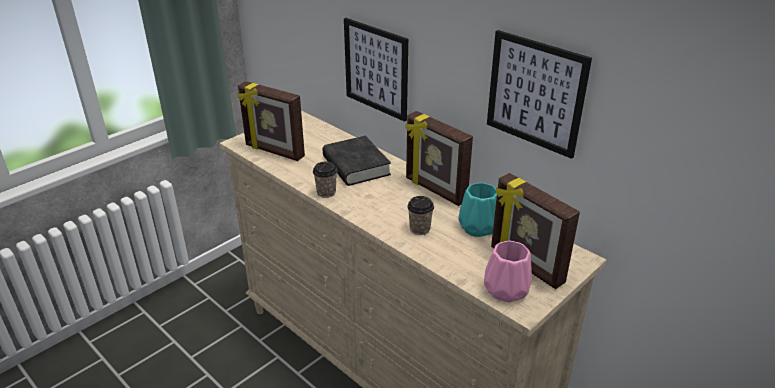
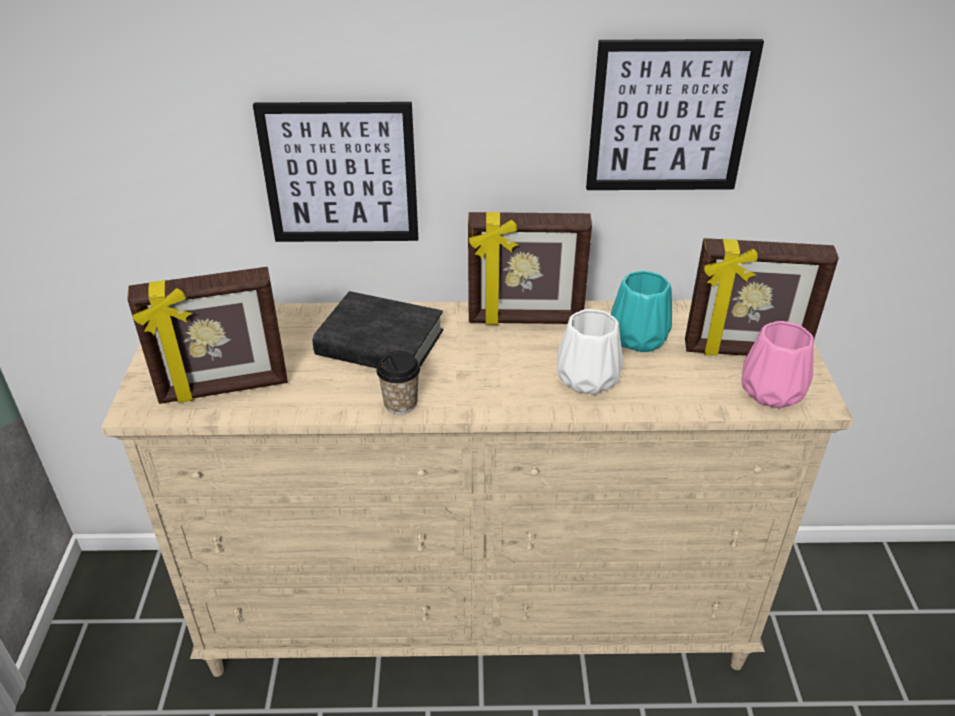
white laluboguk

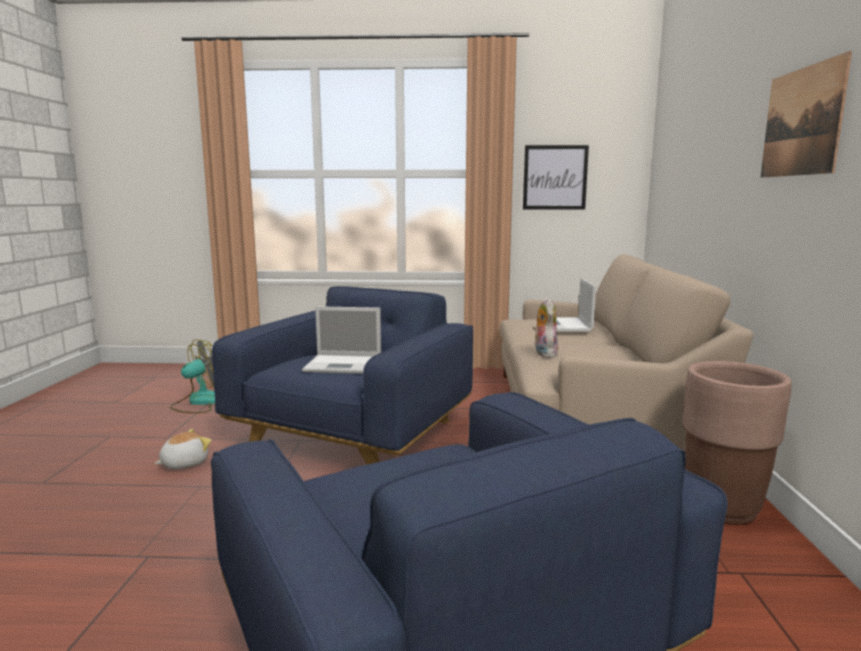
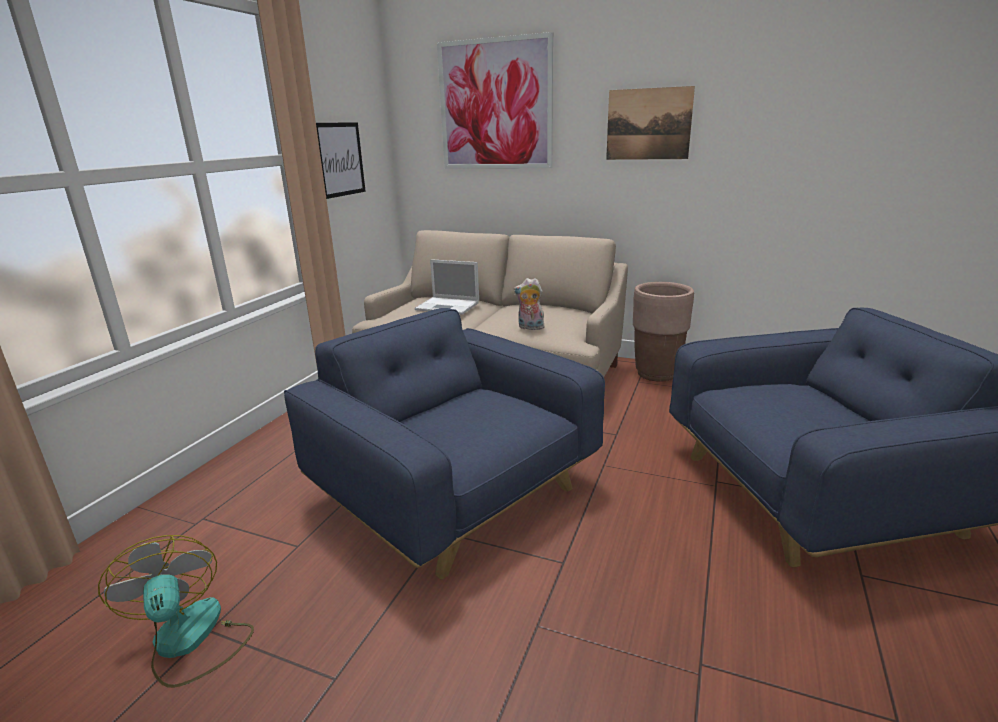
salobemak (1st from left in the first image); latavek (1st from left in the first image); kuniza (2nd from left)

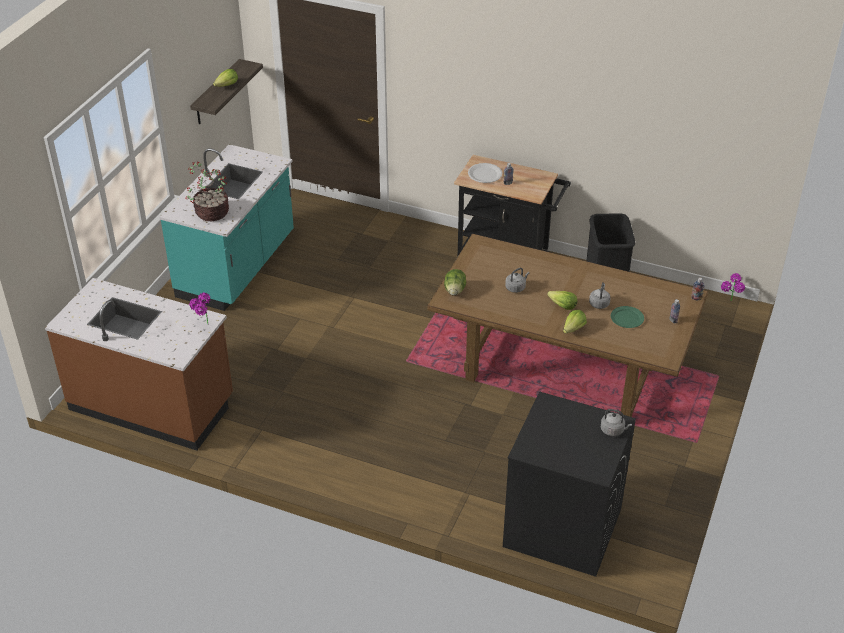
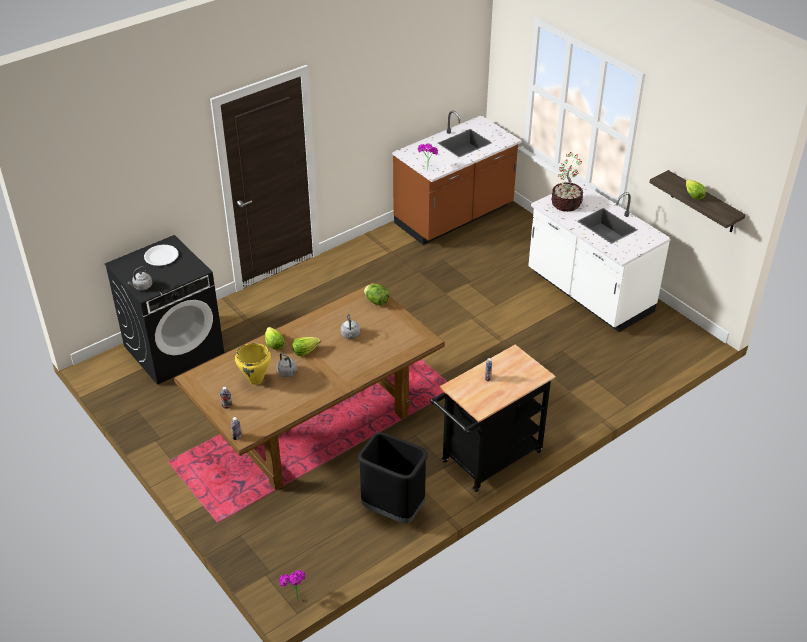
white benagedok; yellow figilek; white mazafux

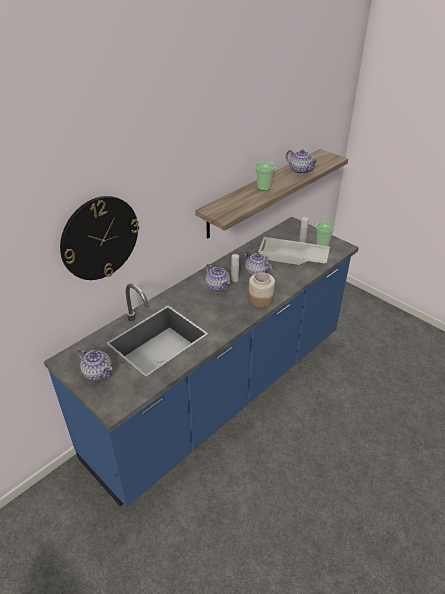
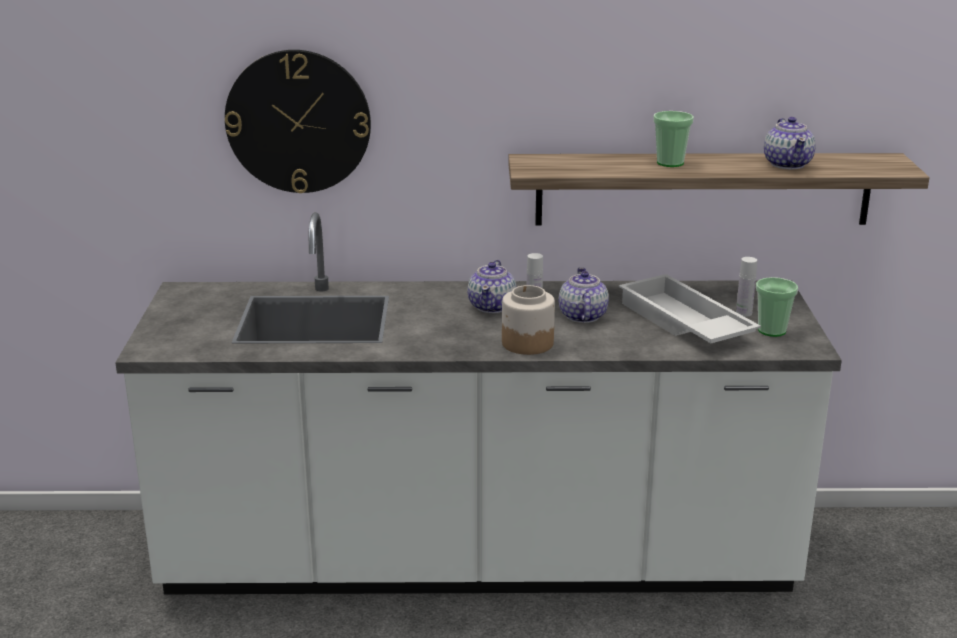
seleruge (1st from left in the first image); white mazafux

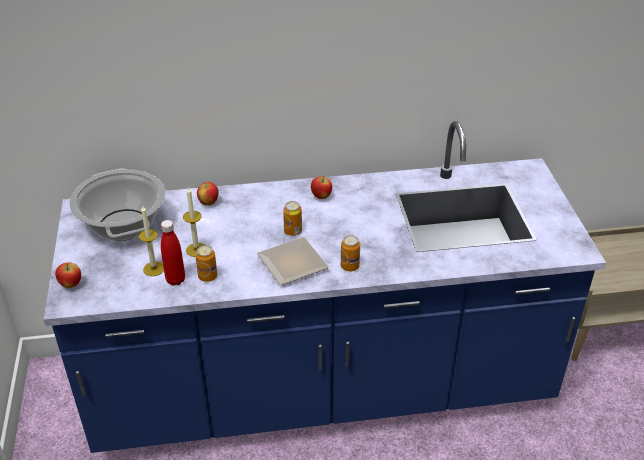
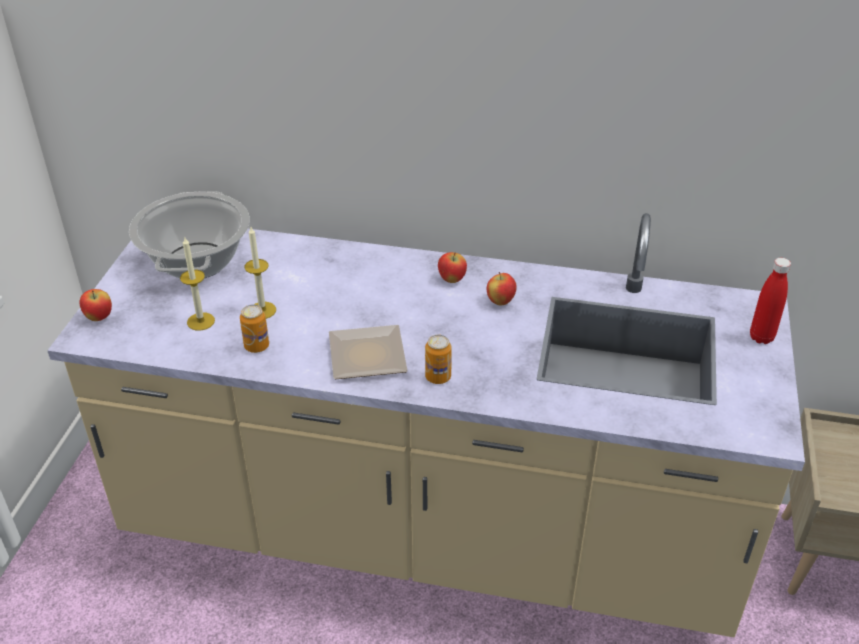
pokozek (2nd from left in the first image); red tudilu; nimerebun (3rd from left); beige mazafux

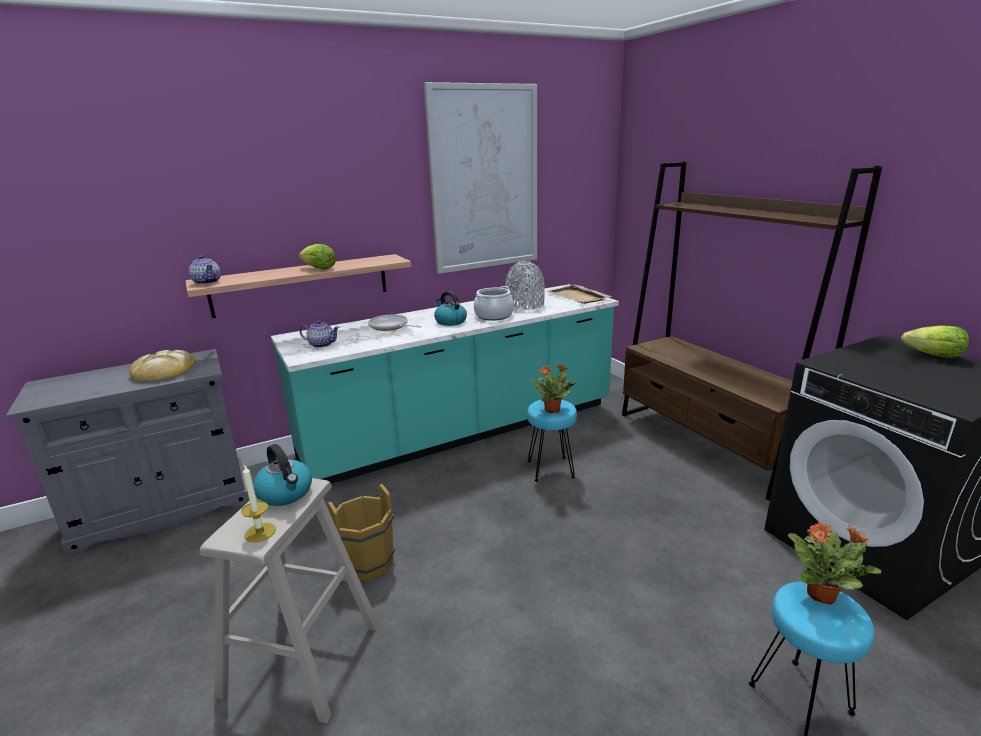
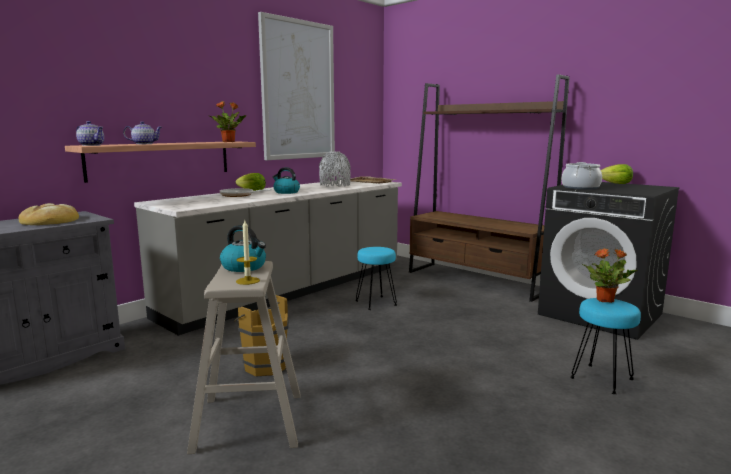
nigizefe (1st from left); seleruge (2nd from left); figilek; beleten (1st from left); grey mazafux

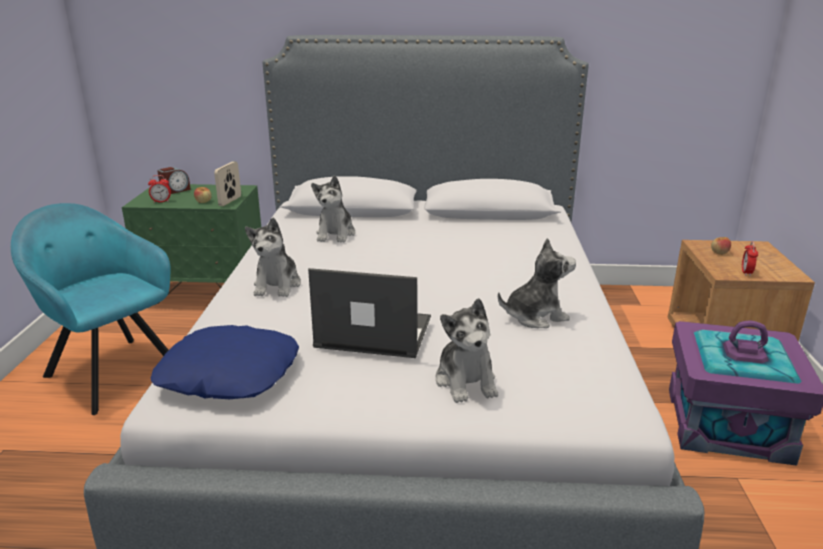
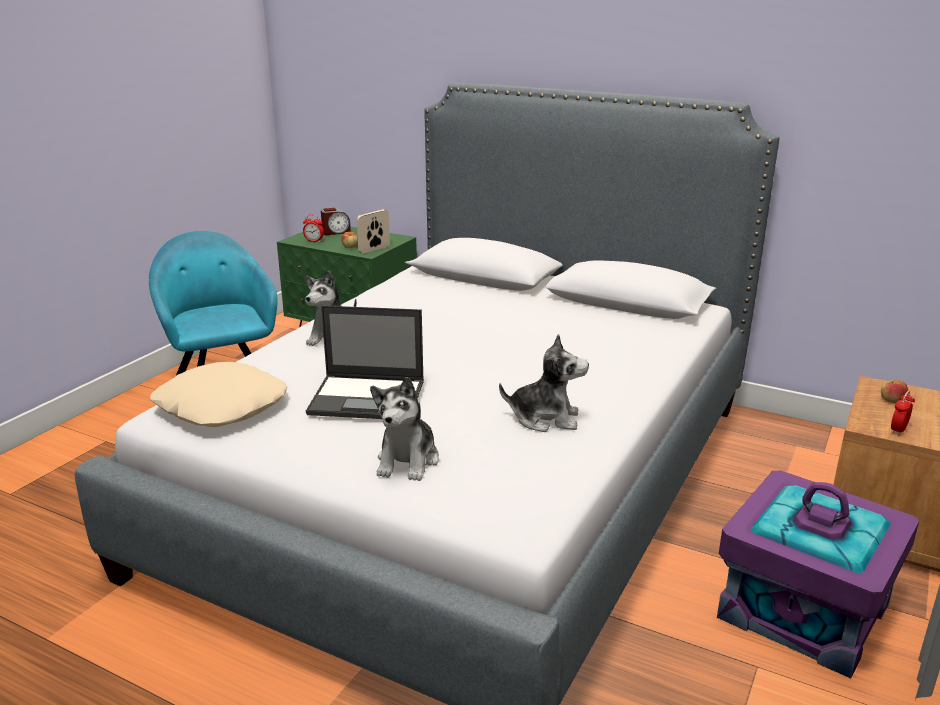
salobemak (2nd from left in the first image); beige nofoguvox; latavek

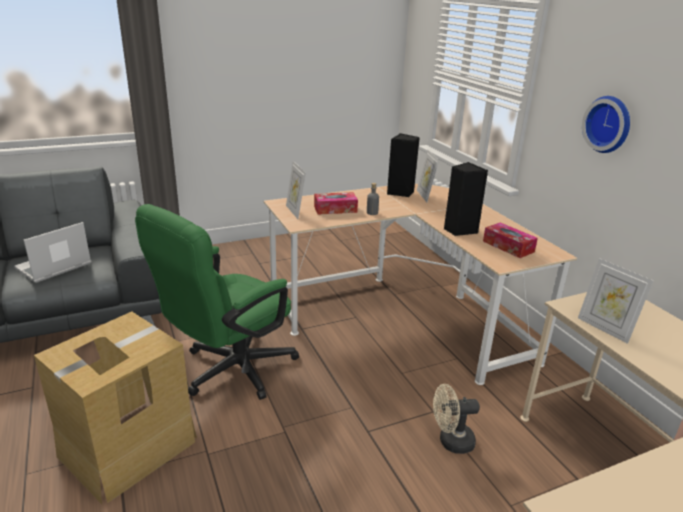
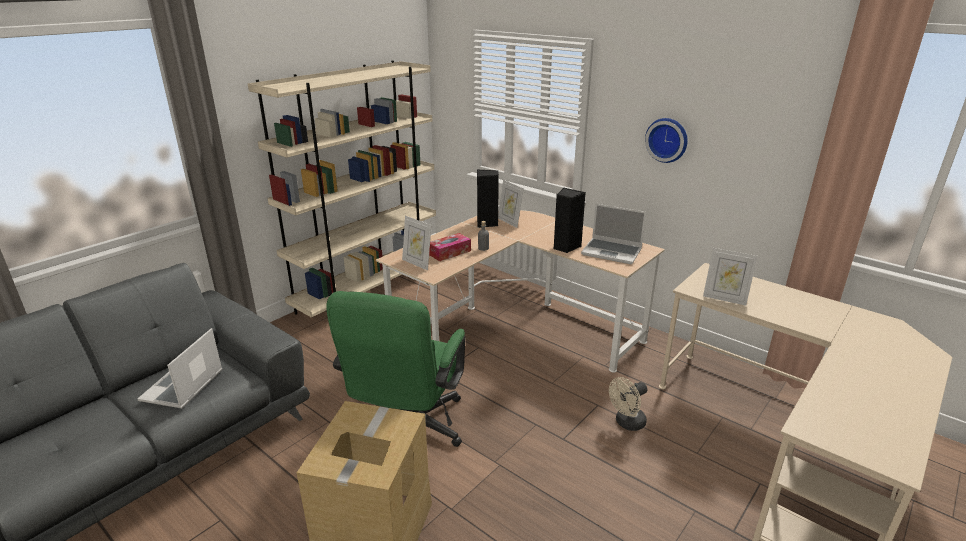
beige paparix; latavek (2nd from left)

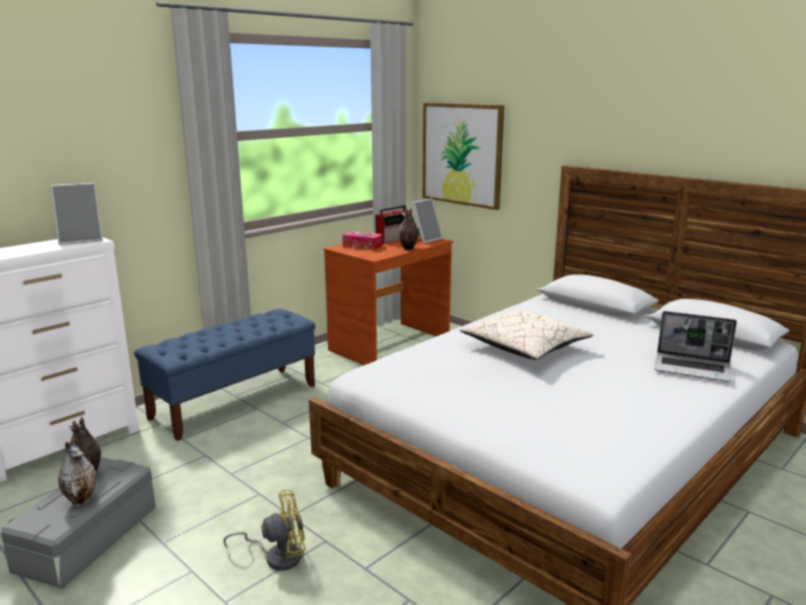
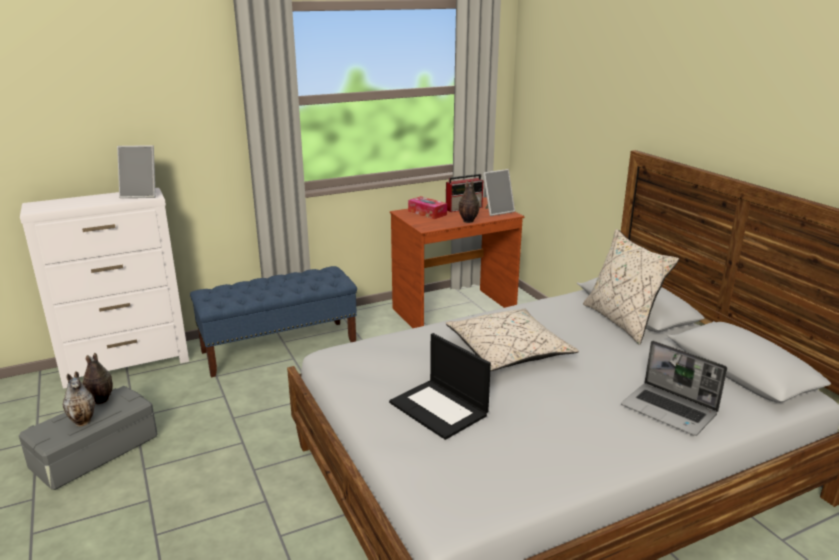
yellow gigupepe; kuniza; latavek (1st from left); beige nofoguvox (2nd from left)

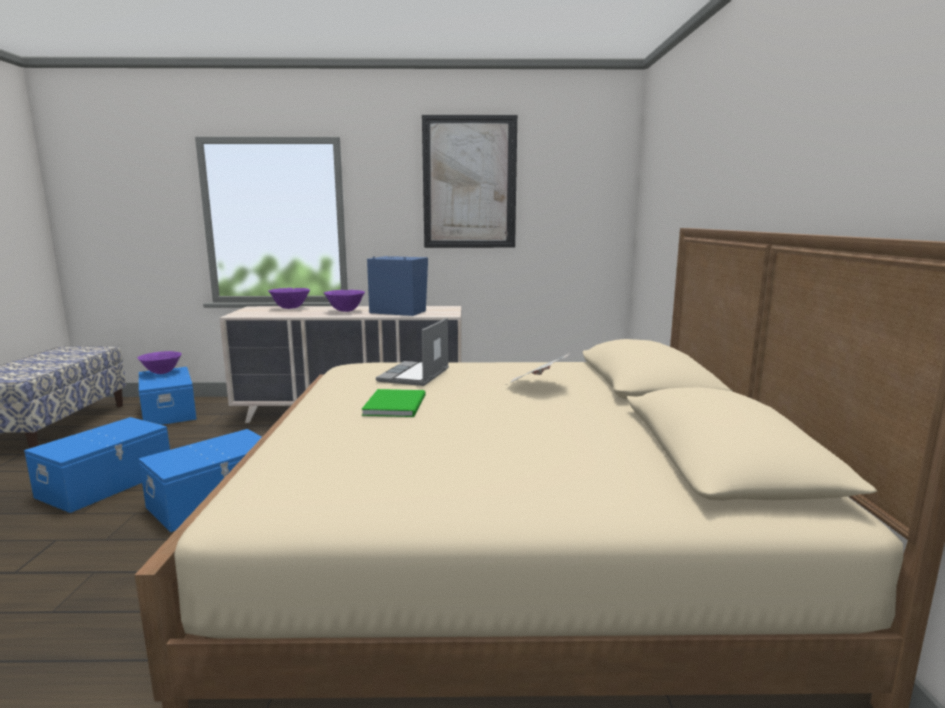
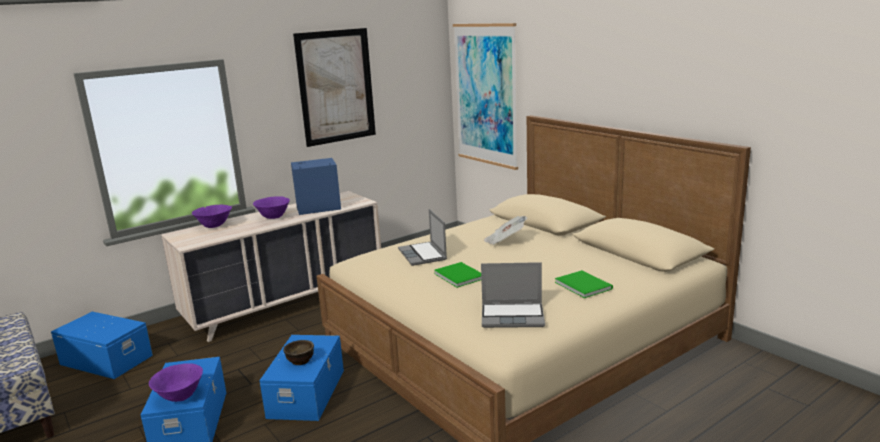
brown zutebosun; kuniza (2nd from left); latavek (2nd from left); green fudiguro (2nd from left); purple zutebosun (1st from left)

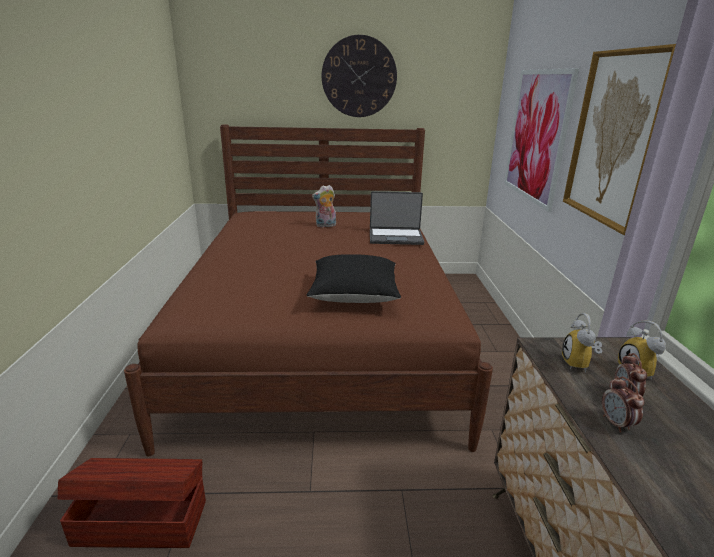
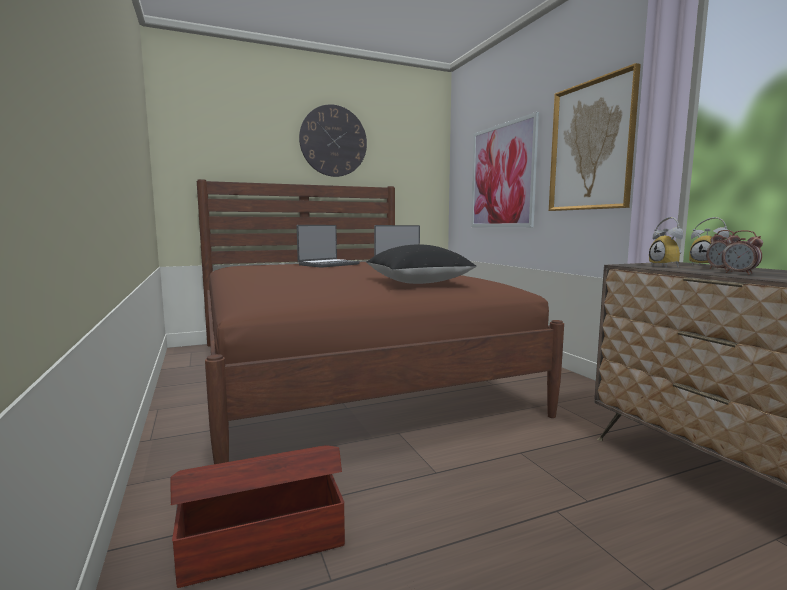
latavek (1st from left)

